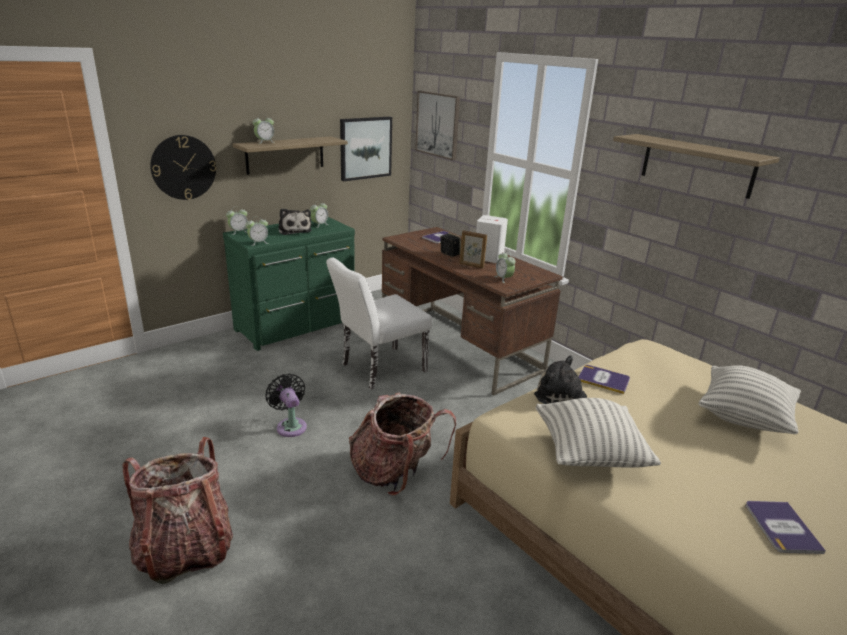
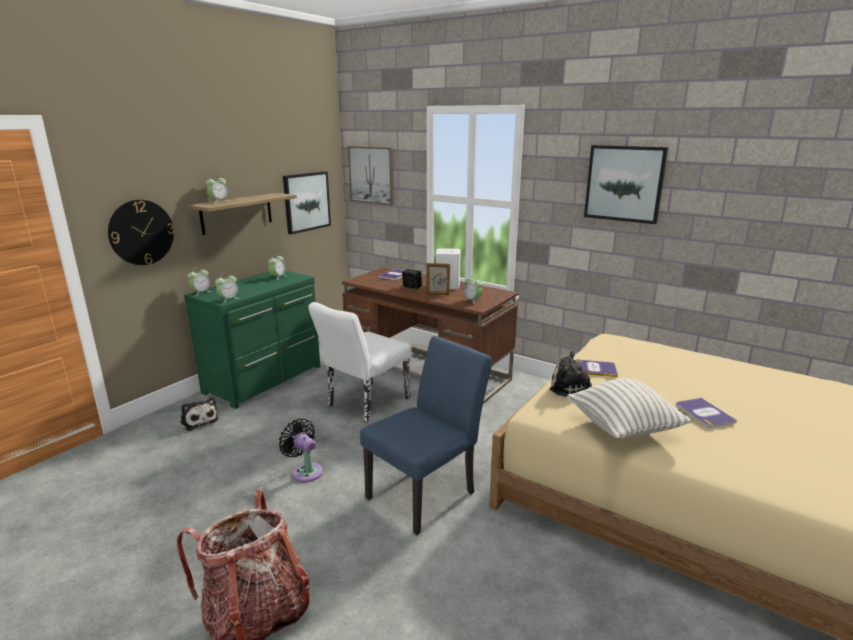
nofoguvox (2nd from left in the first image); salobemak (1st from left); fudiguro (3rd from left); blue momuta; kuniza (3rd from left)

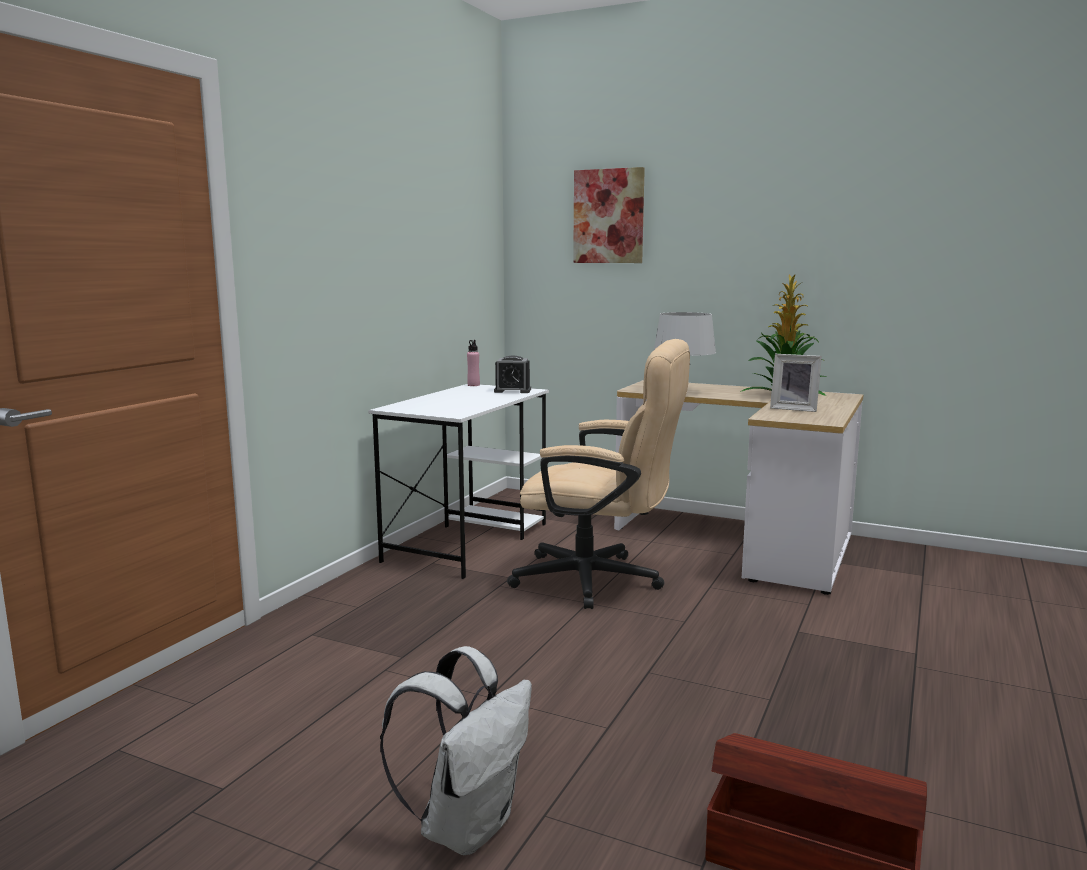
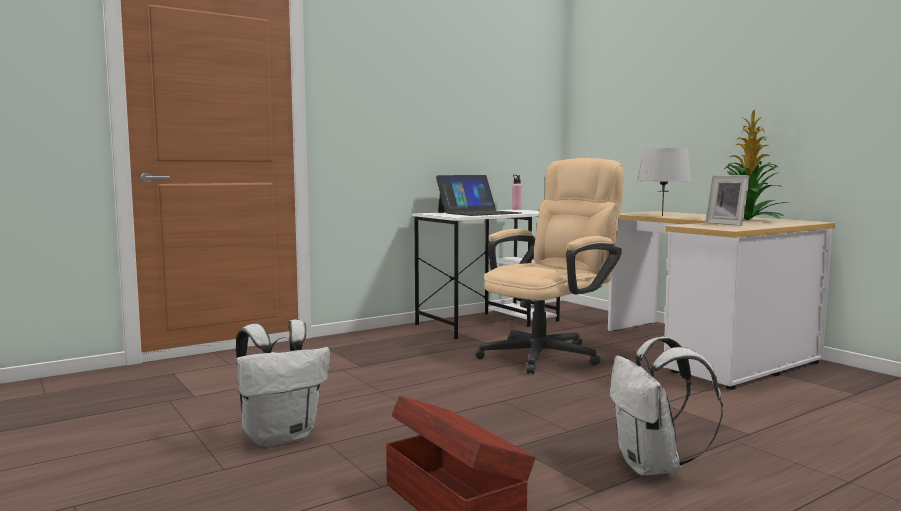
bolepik; kuniza; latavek; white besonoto (2nd from left); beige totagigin

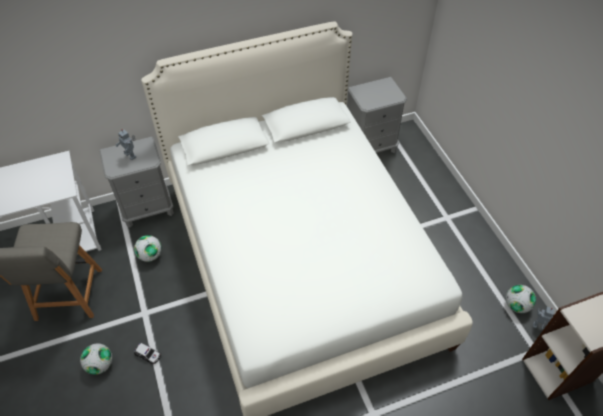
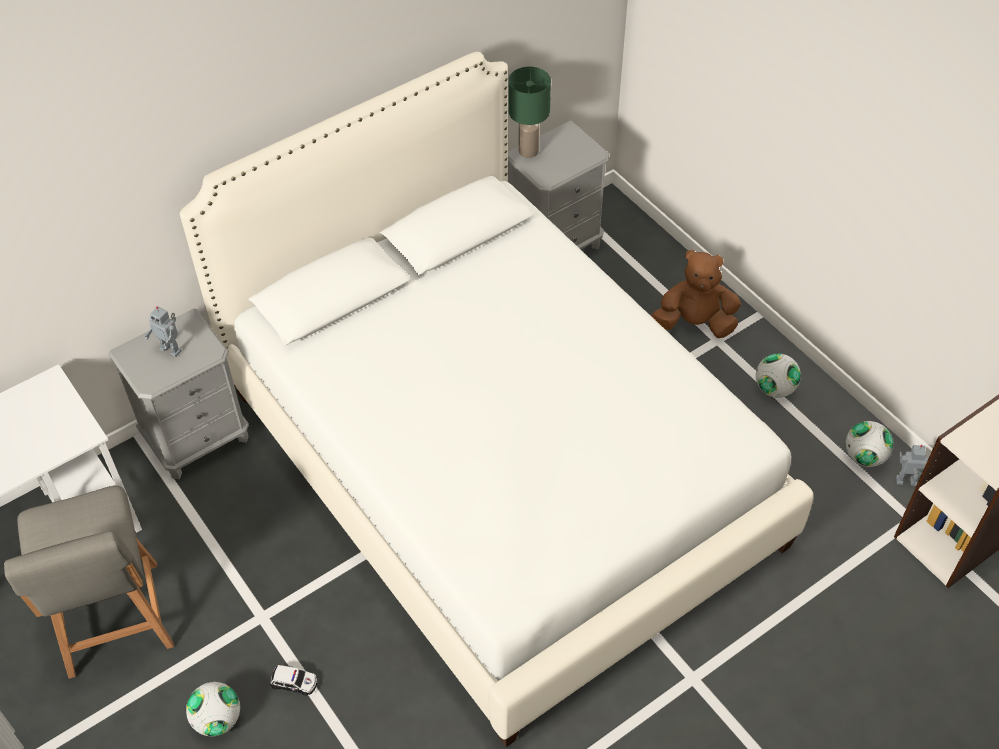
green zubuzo; brown salobemak; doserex (2nd from left)

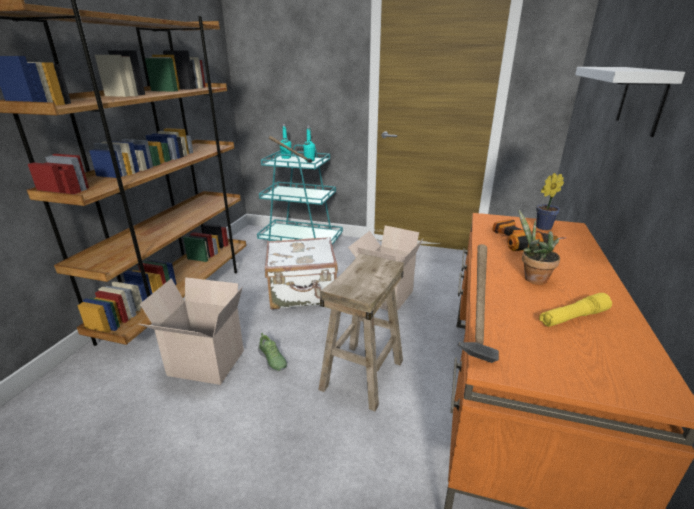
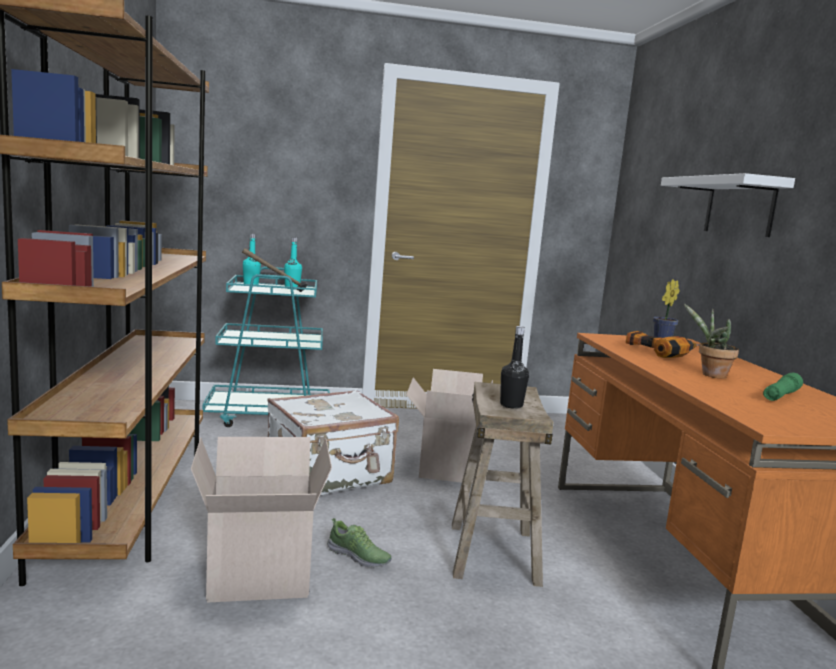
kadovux (2nd from left in the first image); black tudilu; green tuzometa

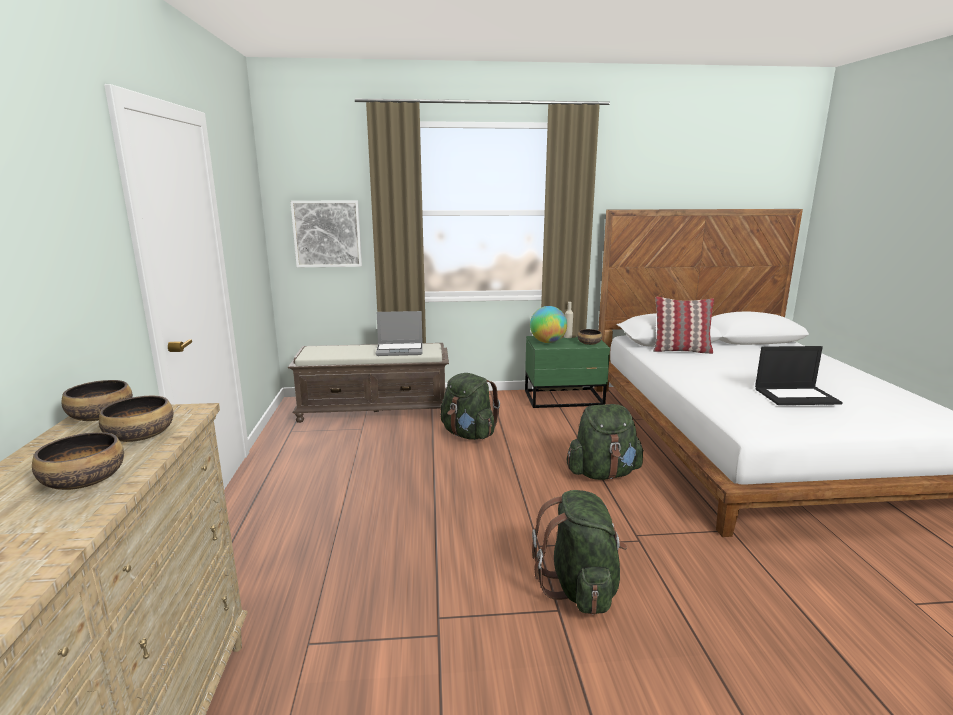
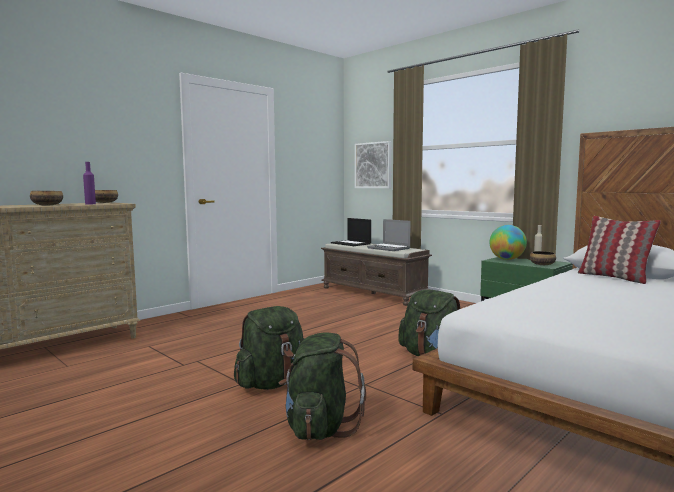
green besonoto (2nd from left); latavek (1st from left); purple tudilu

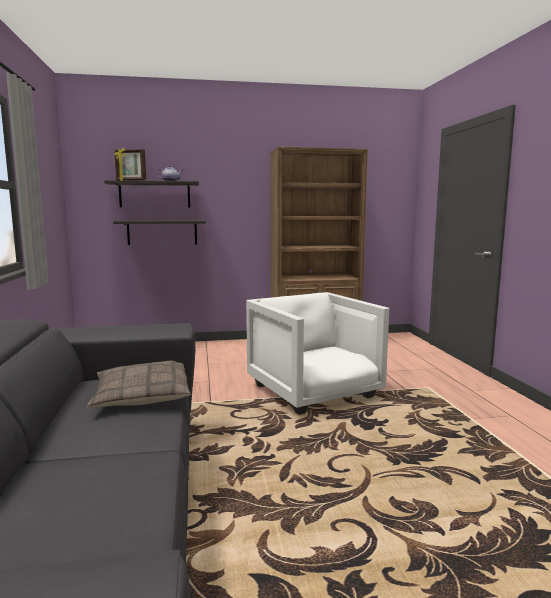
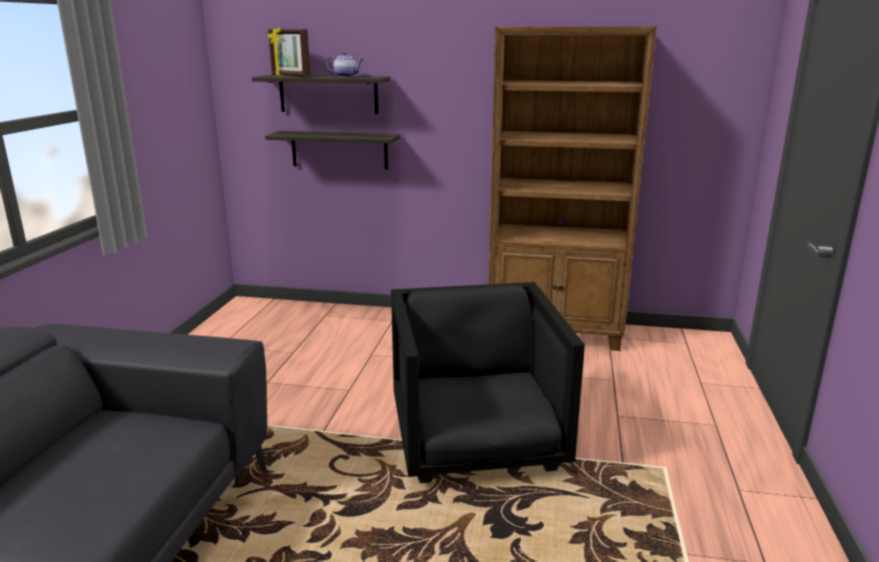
nofoguvox; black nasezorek

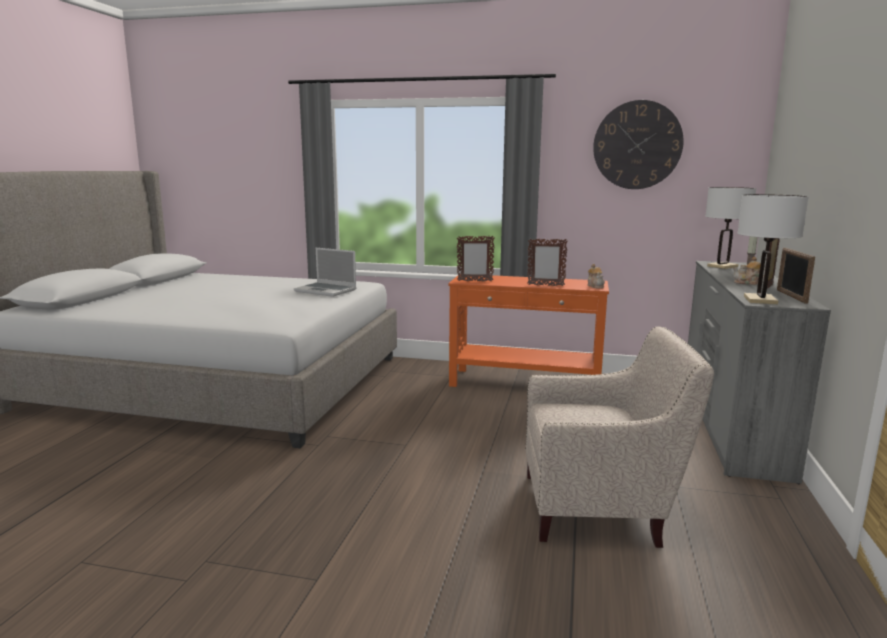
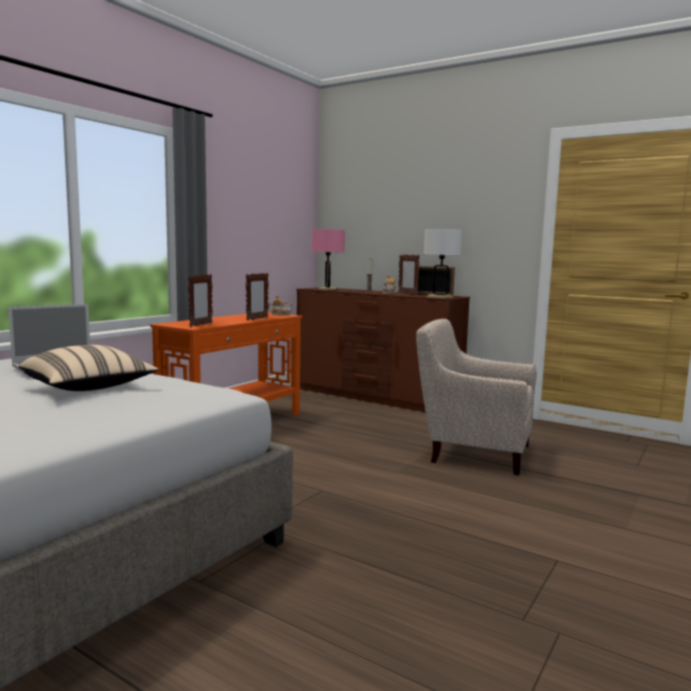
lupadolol; beige nofoguvox; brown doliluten; pink zubuzo; beige nasezorek

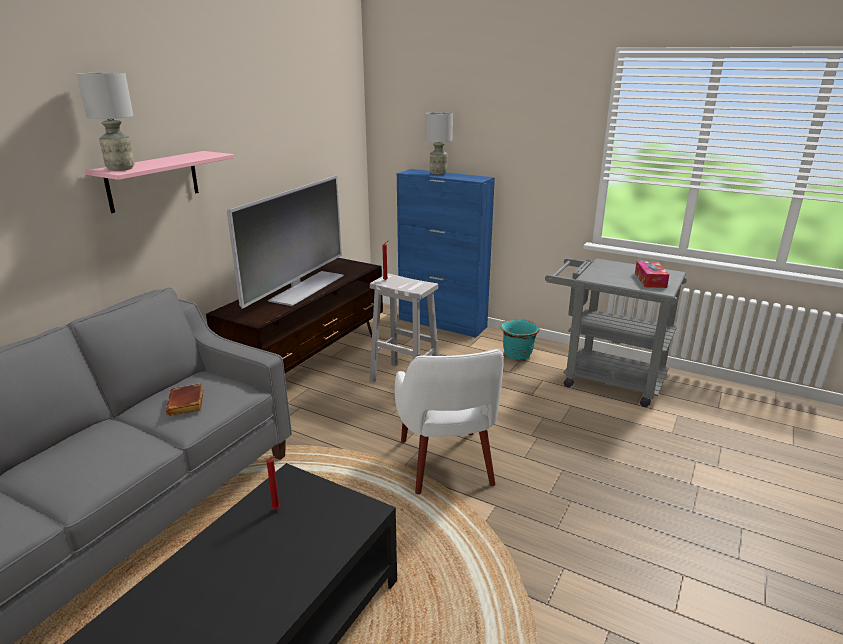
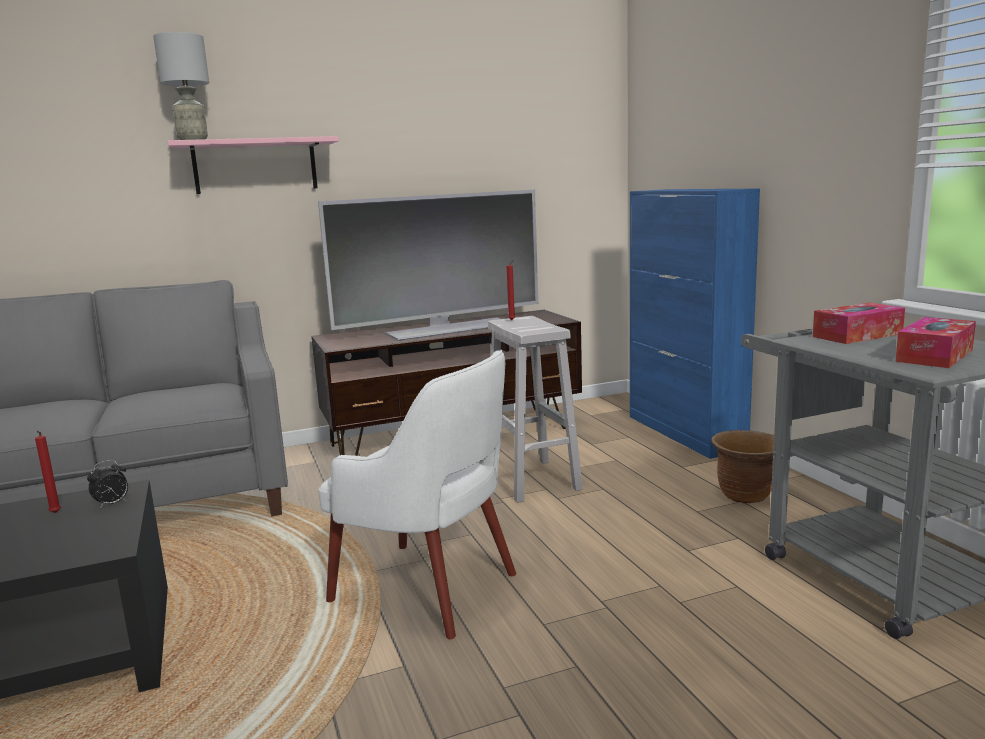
brown fudiguro; grey zubuzo (2nd from left in the first image); bolepik; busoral (1st from left); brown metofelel; white nasezorek

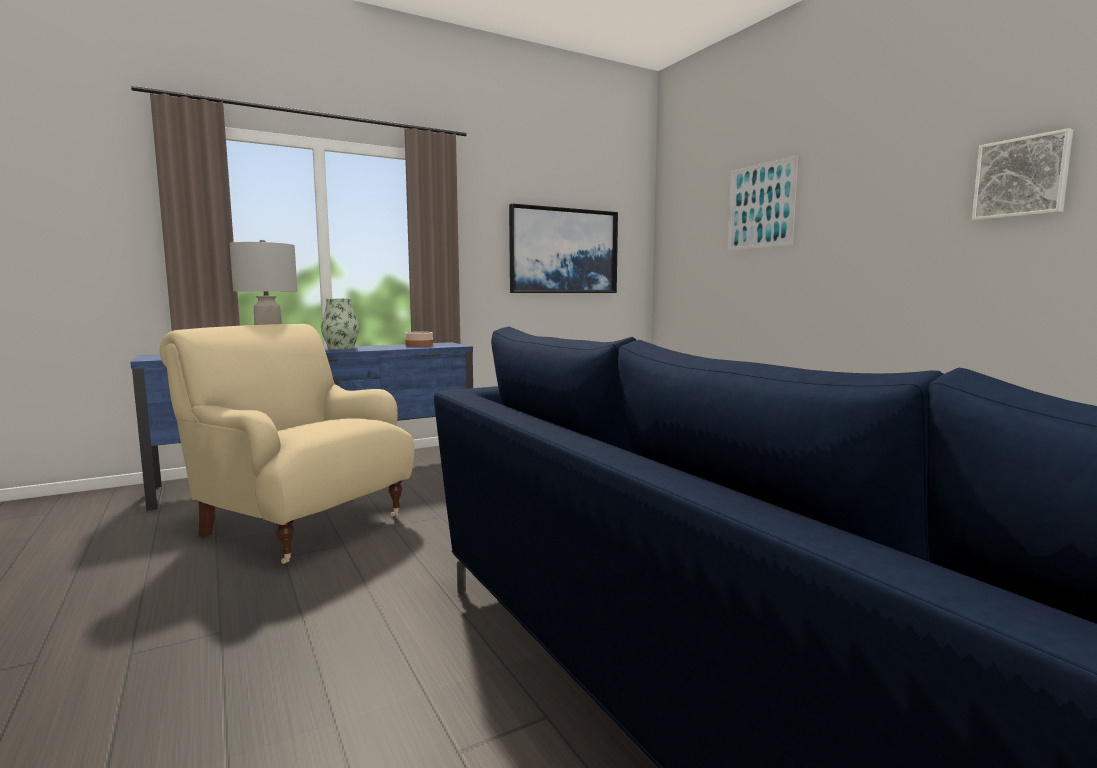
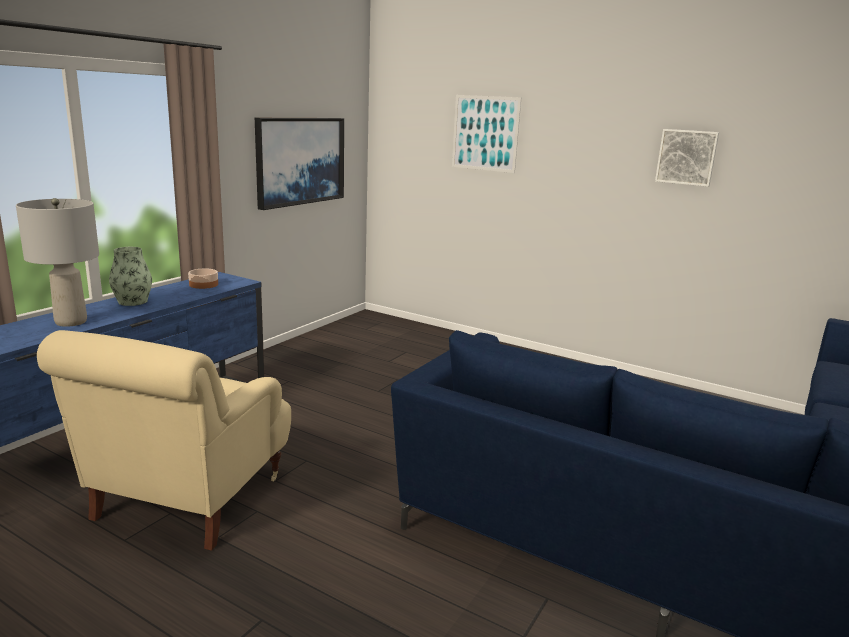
beige nasezorek

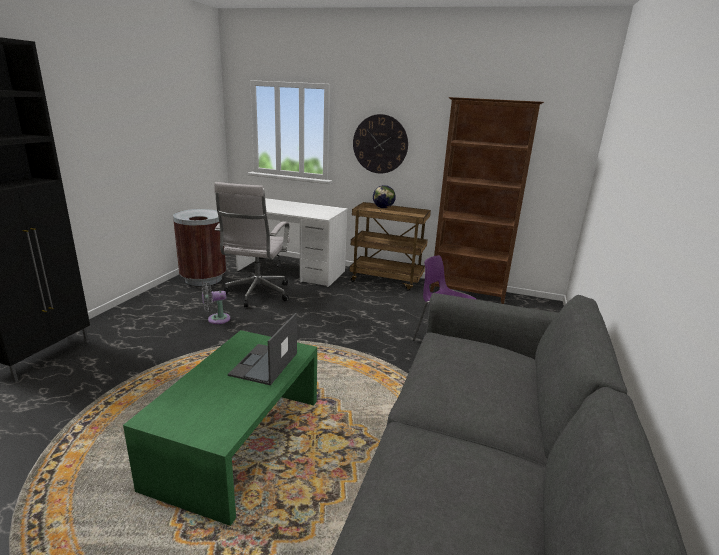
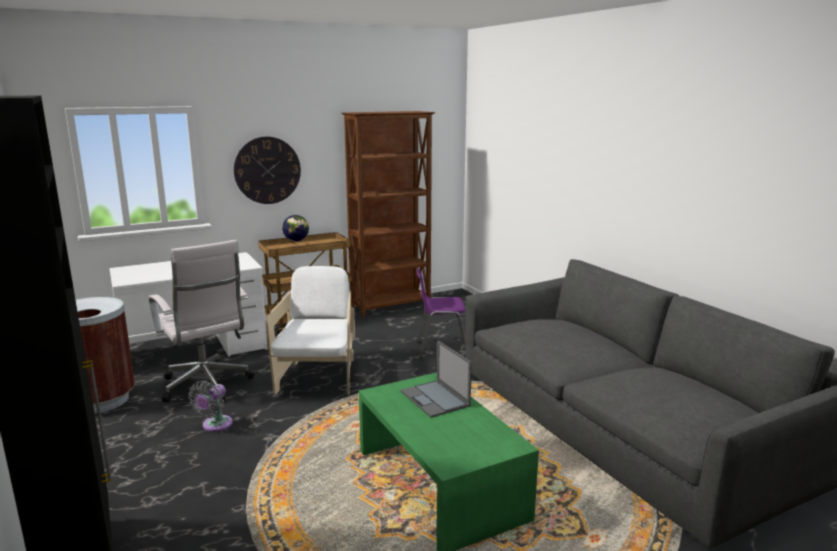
white nasezorek

